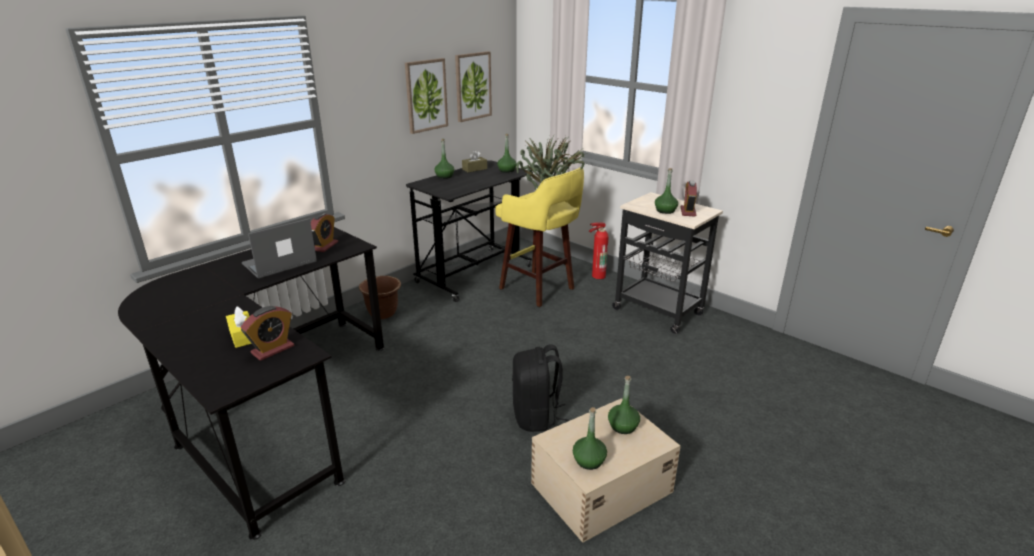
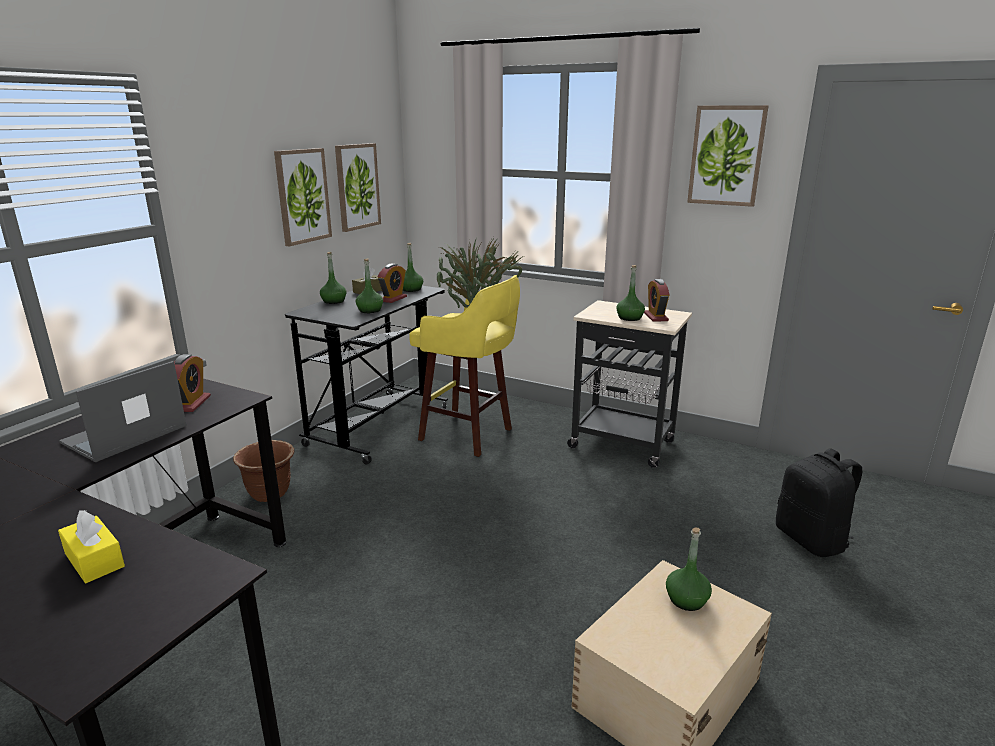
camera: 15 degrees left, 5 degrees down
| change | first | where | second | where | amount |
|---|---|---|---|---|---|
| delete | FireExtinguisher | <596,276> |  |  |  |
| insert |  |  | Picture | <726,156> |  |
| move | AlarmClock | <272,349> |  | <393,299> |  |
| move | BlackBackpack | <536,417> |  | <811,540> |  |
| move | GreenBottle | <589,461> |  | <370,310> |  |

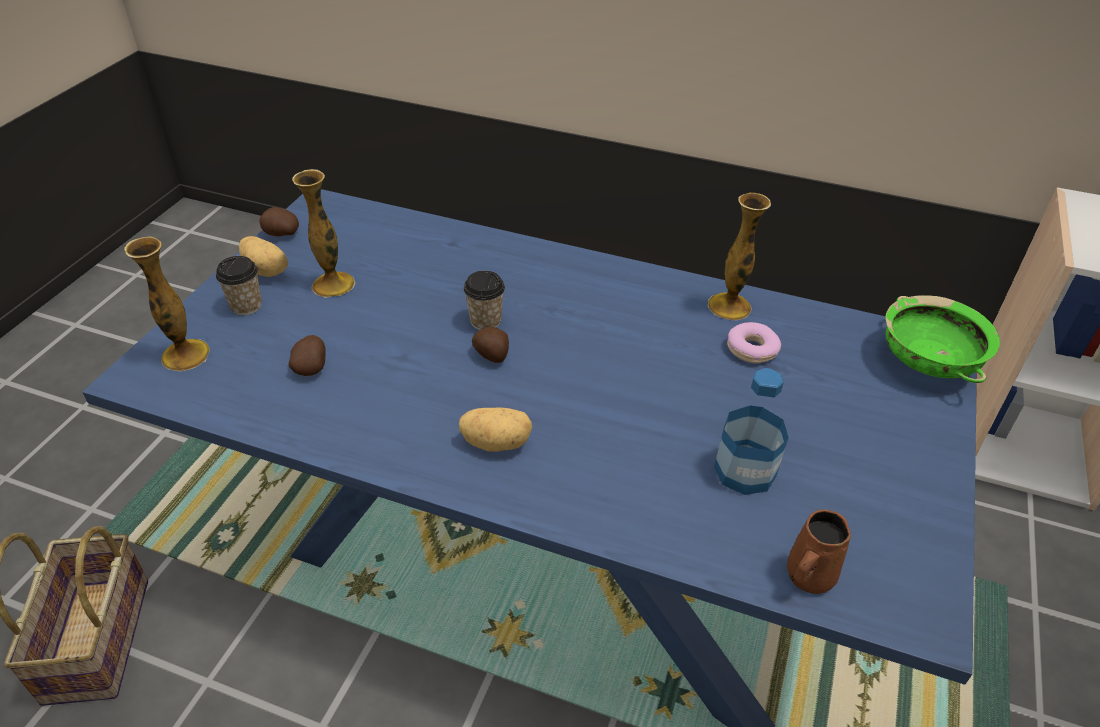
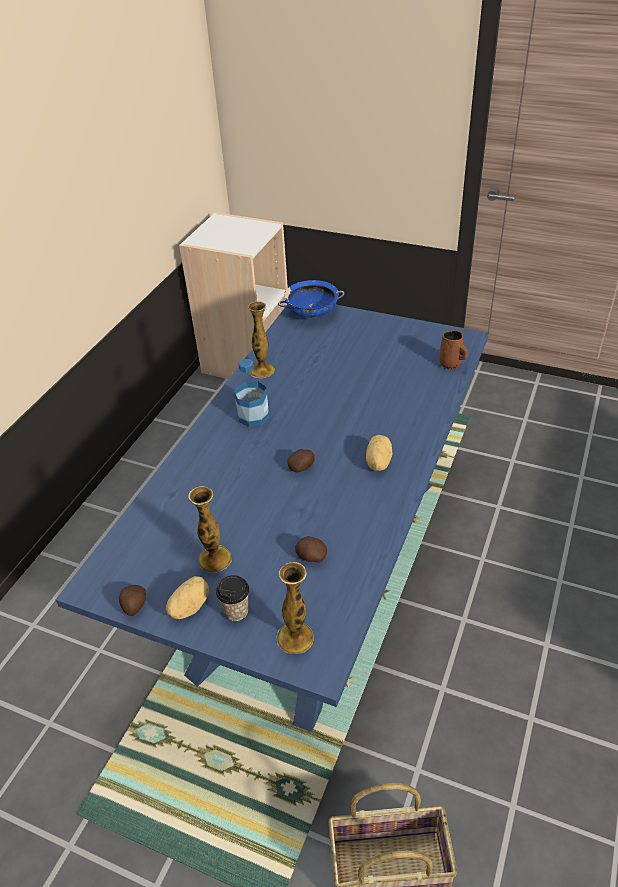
camera: 85 degrees left, 0 degrees up
| change | first | where | second | where | amount |
|---|---|---|---|---|---|
| delete | Cup | <485,321> |  |  |  |
| delete | Donut | <752,349> |  |  |  |
| move | Bottle | <745,471> |  | <253,416> |  |
| recolor | GreenBowl | <927,361> | BlueBowl | <311,313> |  |

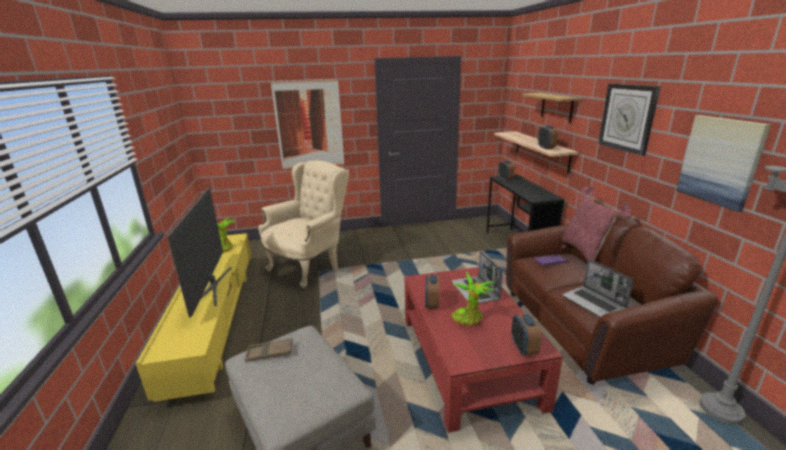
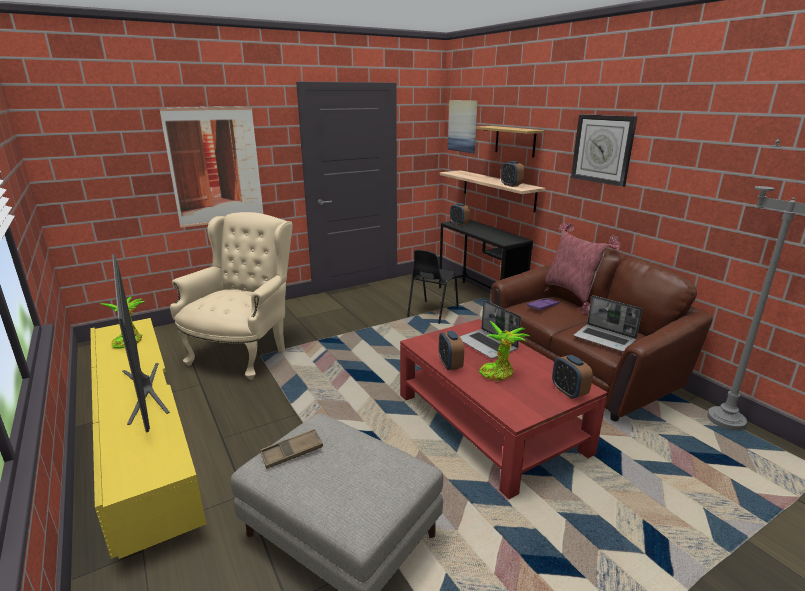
camera: 20 degrees left, 0 degrees up
| change | first | where | second | where | amount |
|---|---|---|---|---|---|
| insert |  |  | BlackChair | <432,312> |  |
| move | Picture | <720,161> |  | <463,126> |  |

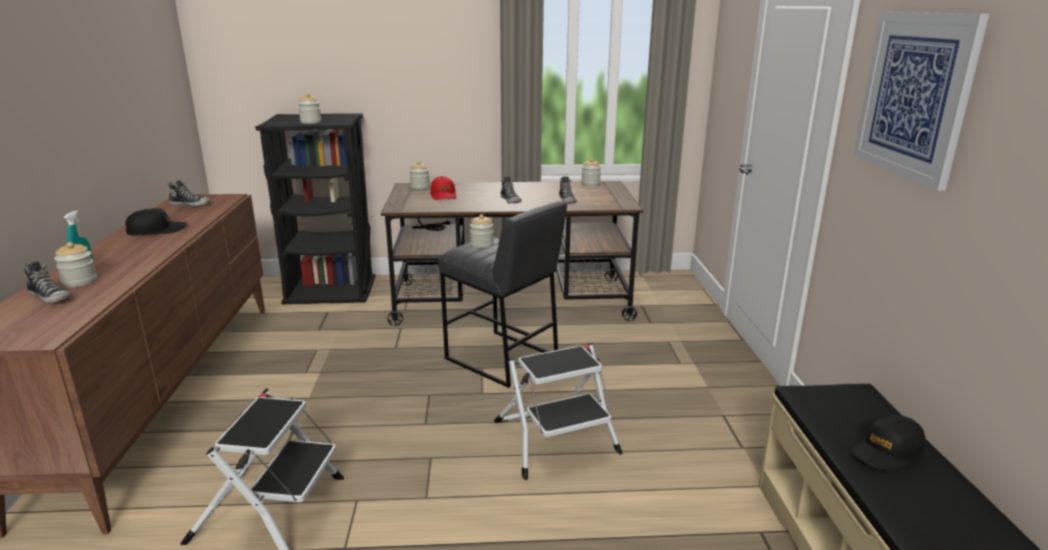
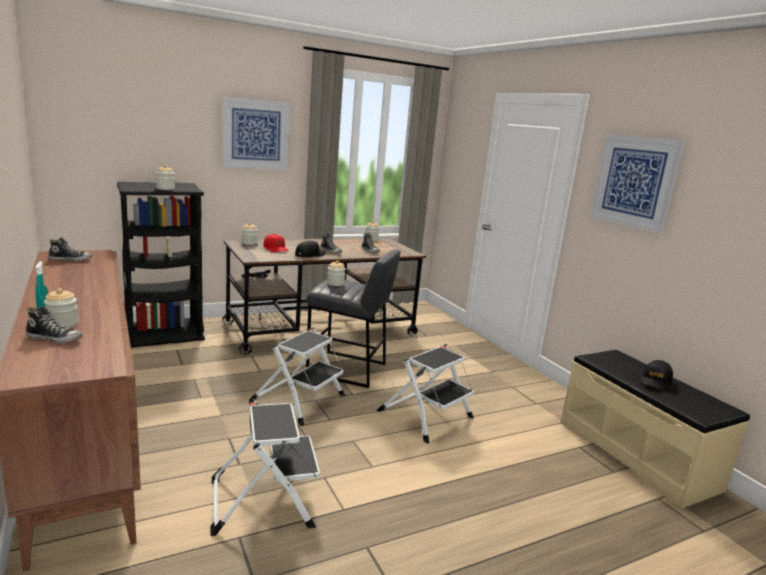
camera: 25 degrees left, 5 degrees down
| change | first | where | second | where | amount |
|---|---|---|---|---|---|
| insert |  |  | Picture | <255,134> |  |
| insert |  |  | StepLadder | <298,399> |  |
| move | BlackCap | <157,230> |  | <310,255> |  |

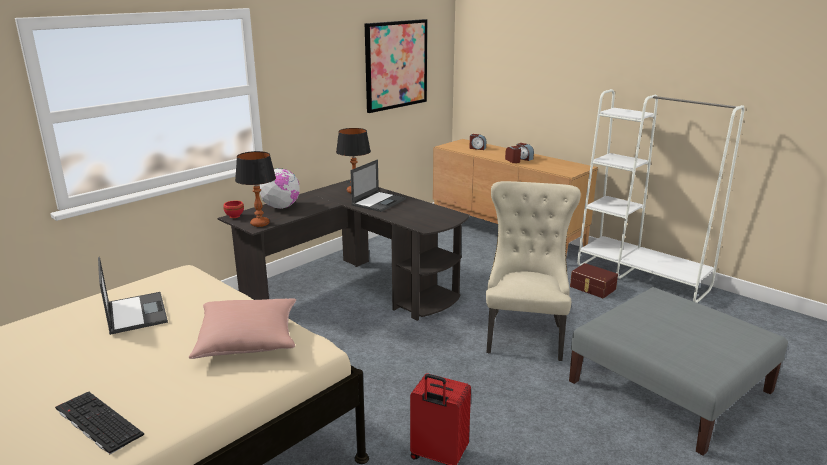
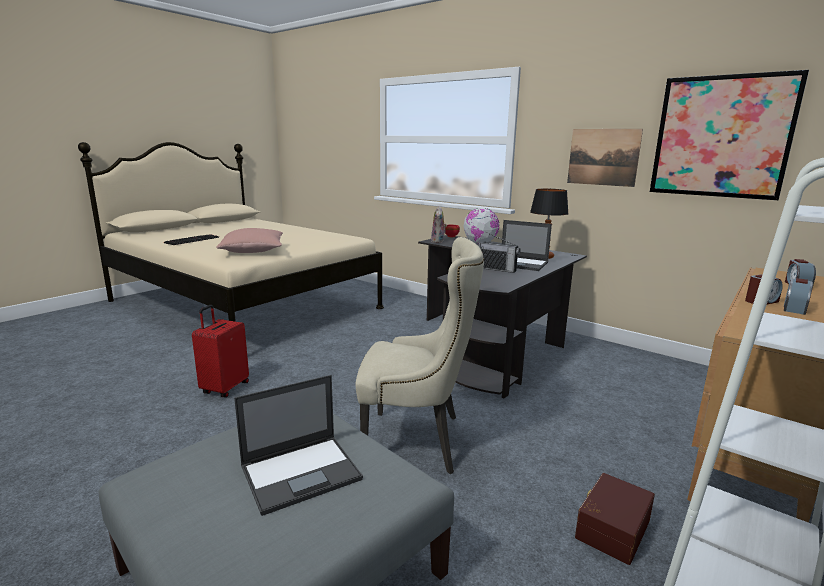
camera: 85 degrees right, 5 degrees down
| change | first | where | second | where | amount |
|---|---|---|---|---|---|
| insert |  |  | Radio | <497,269> |  |
| insert |  |  | Picture | <603,157> |  |
| move | Laptop | <136,313> |  | <302,472> |  |
| replace | TableLamp | <259,224> | PlushToy | <438,241> |  |

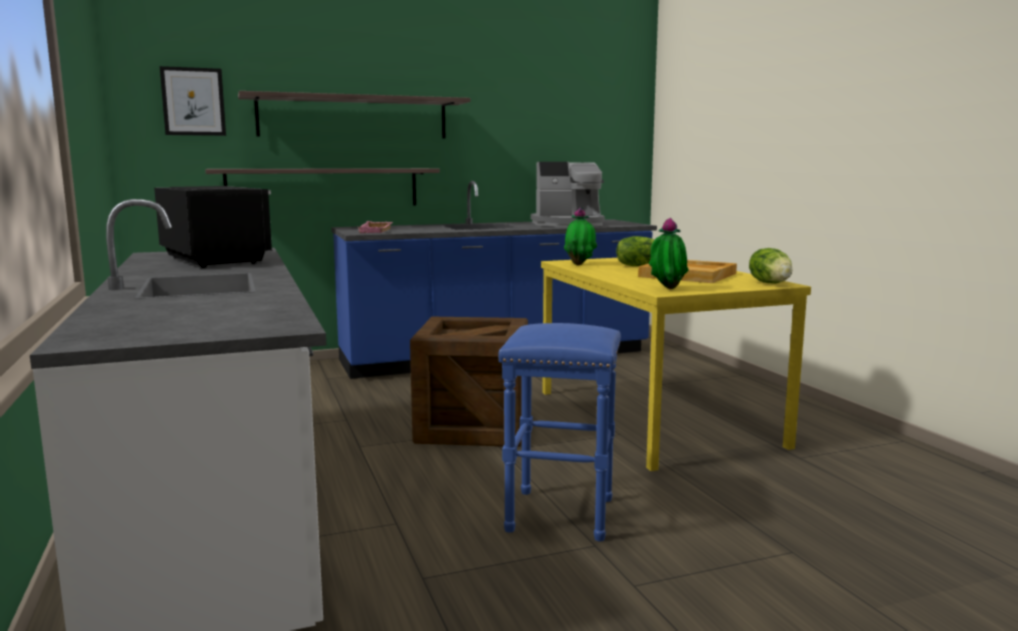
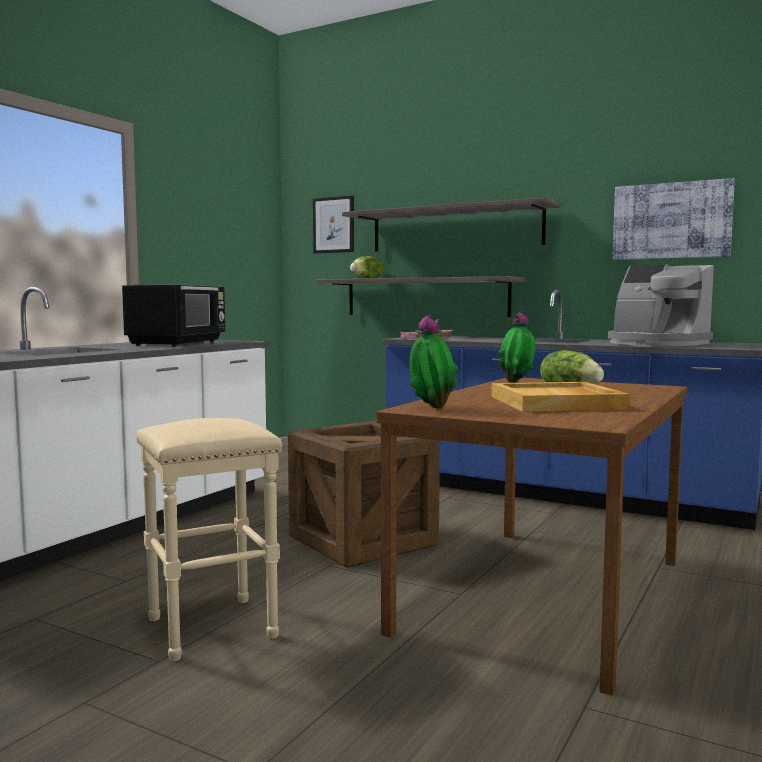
camera: 50 degrees right, 5 degrees down
| change | first | where | second | where | amount |
|---|---|---|---|---|---|
| insert |  |  | Picture | <671,221> |  |
| move | Lettuce | <771,283> |  | <367,279> |  |
| recolor | BlueStool | <557,515> | BeigeStool | <208,627> |  |
| recolor | YellowDiningTable | <657,418> | BrownDiningTable | <547,595> |  |

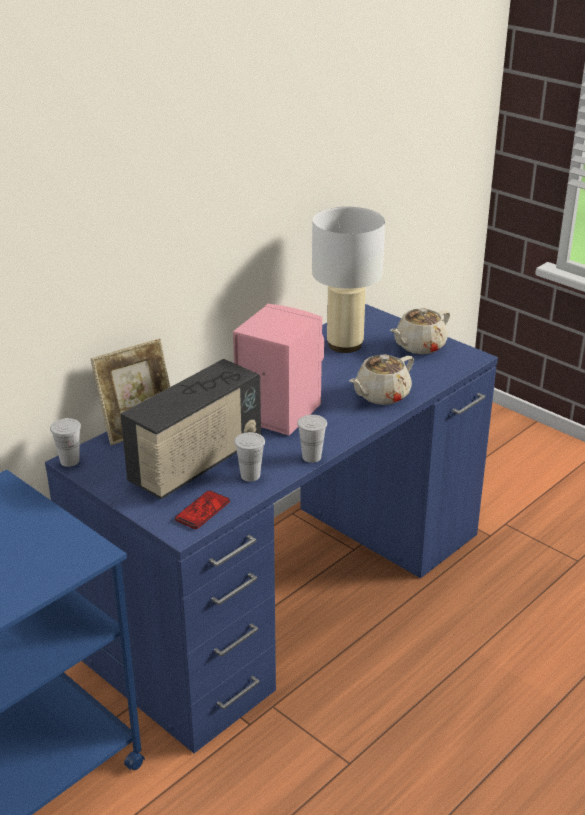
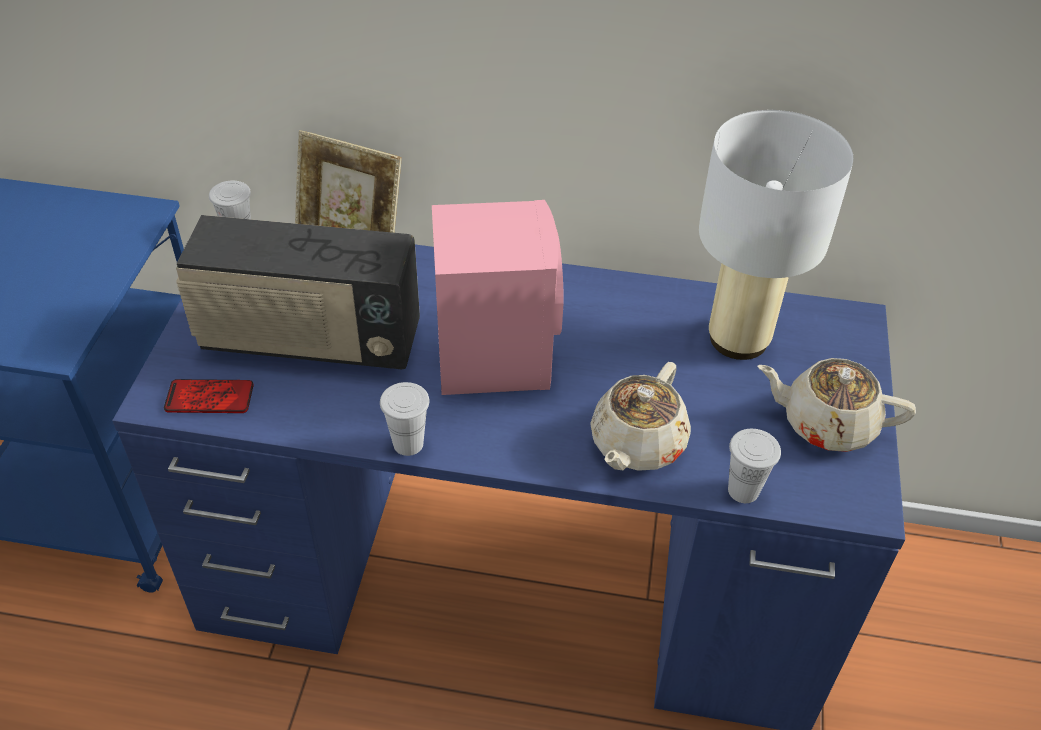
camera: 55 degrees right, 15 degrees up
| change | first | where | second | where | amount |
|---|---|---|---|---|---|
| move | WhiteCup | <250,476> |  | <743,490> |  |
| rotate | BeigeTeapot | <381,395> |  | <636,444> | 75 degrees counterclockwise |

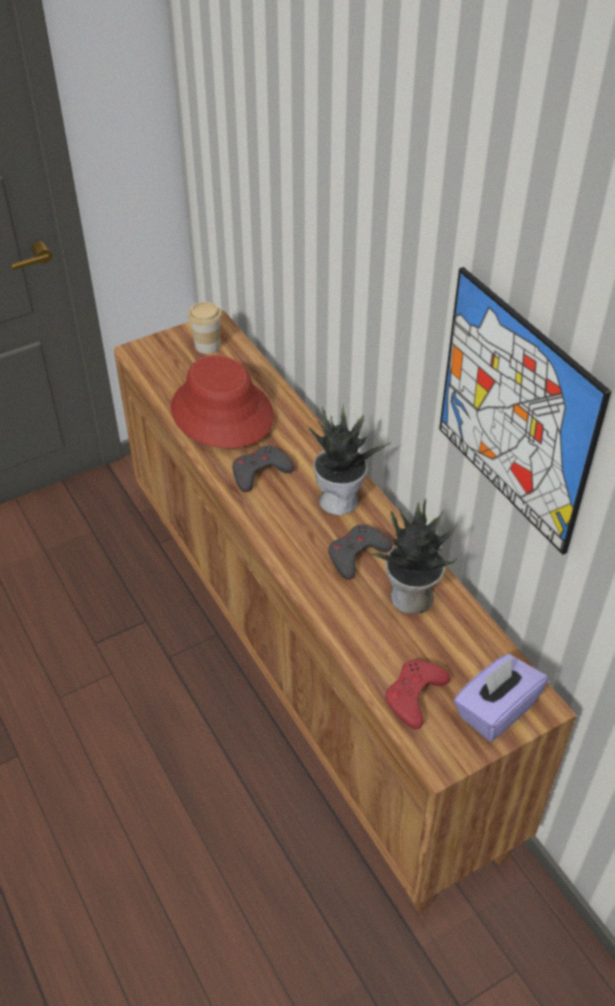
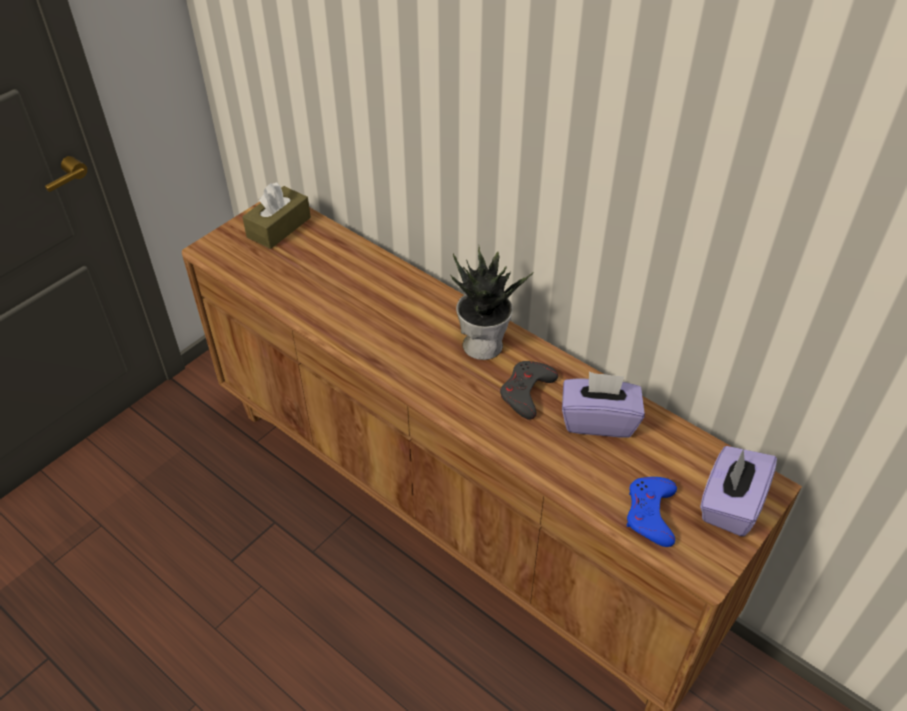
camera: 20 degrees left, 0 degrees up
| change | first | where | second | where | amount |
|---|---|---|---|---|---|
| delete | RedHat | <221,413> |  |  |  |
| delete | GreyGameController | <260,472> |  |  |  |
| delete | Picture | <516,411> |  |  |  |
| replace | Cup | <207,346> | BrownTissueBox | <279,227> |  |
| replace | PottedPlant | <411,598> | PurpleTissueBox | <598,420> |  |
| recolor | RedGameController | <414,695> | BlueGameController | <650,514> |  |

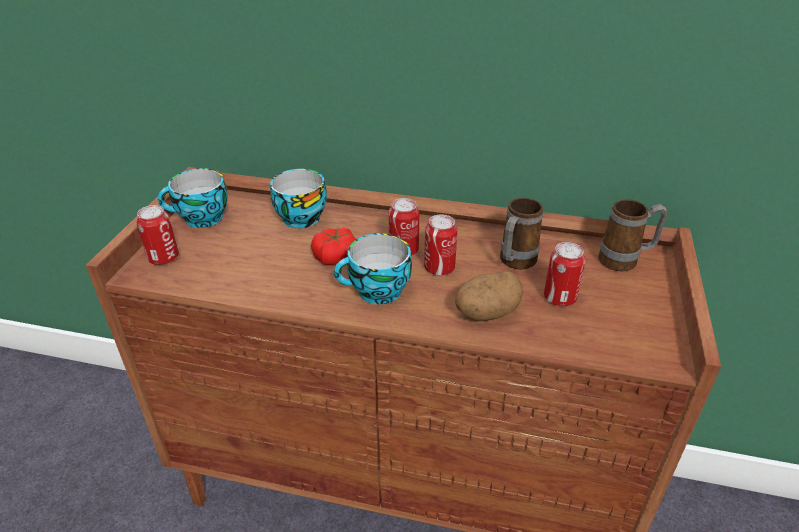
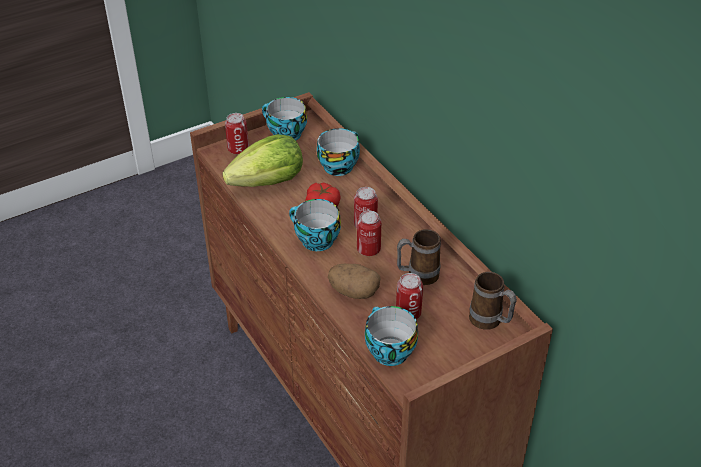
camera: 45 degrees right, 5 degrees up
| change | first | where | second | where | amount |
|---|---|---|---|---|---|
| insert |  |  | Lettuce | <268,182> |  |
| insert |  |  | Cup | <387,350> |  |

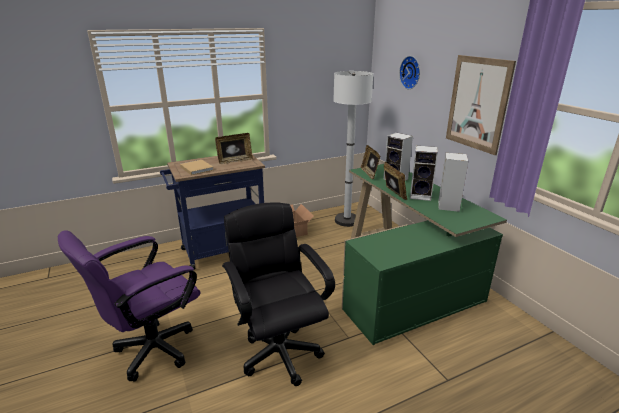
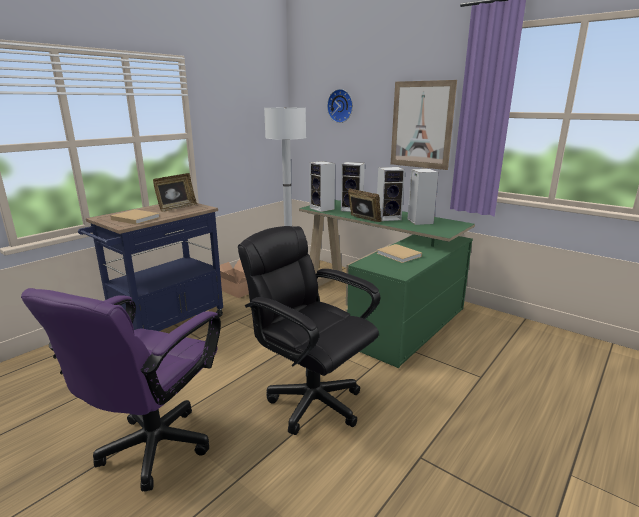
camera: 25 degrees left, 5 degrees down
| change | first | where | second | where | amount |
|---|---|---|---|---|---|
| insert |  |  | BeigeBook | <399,255> |  |
| replace | PictureFrame | <369,174> | Speaker | <323,209> |  |

